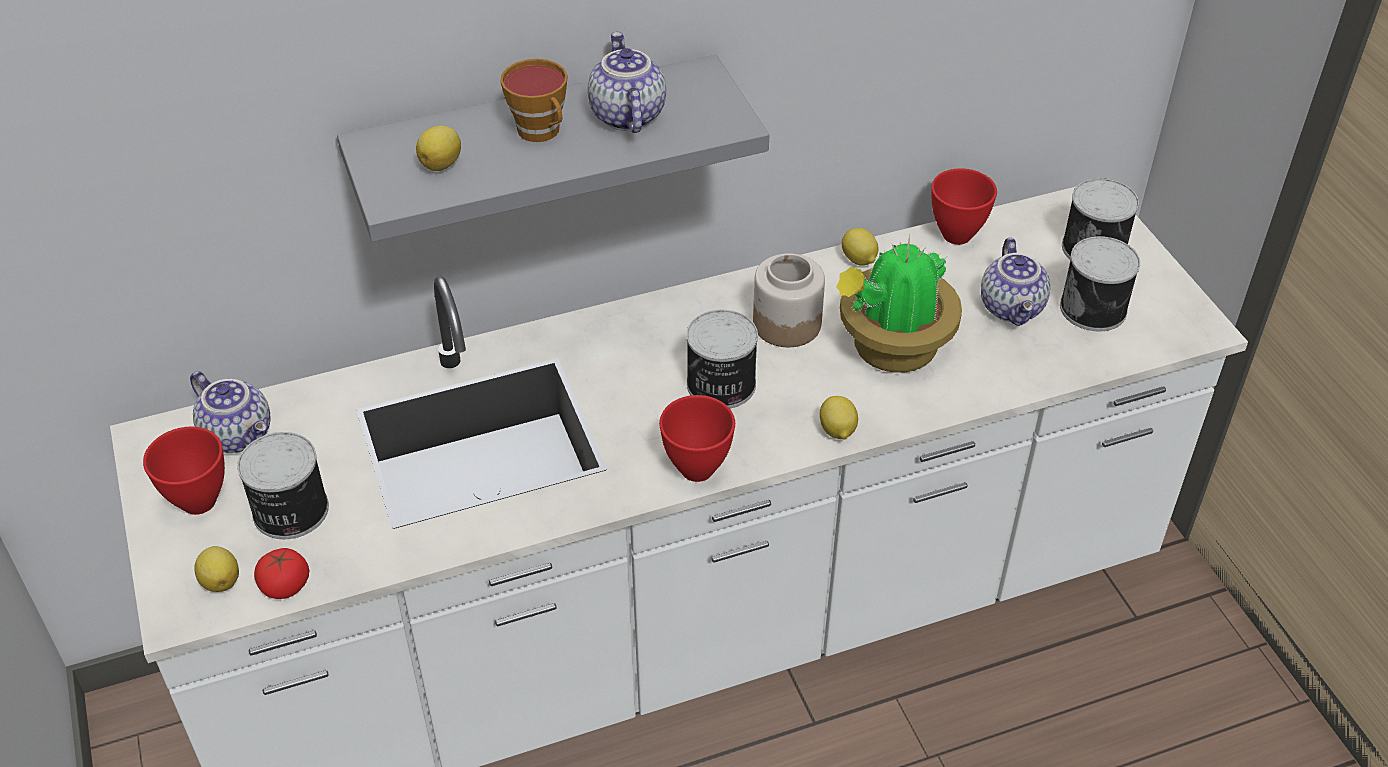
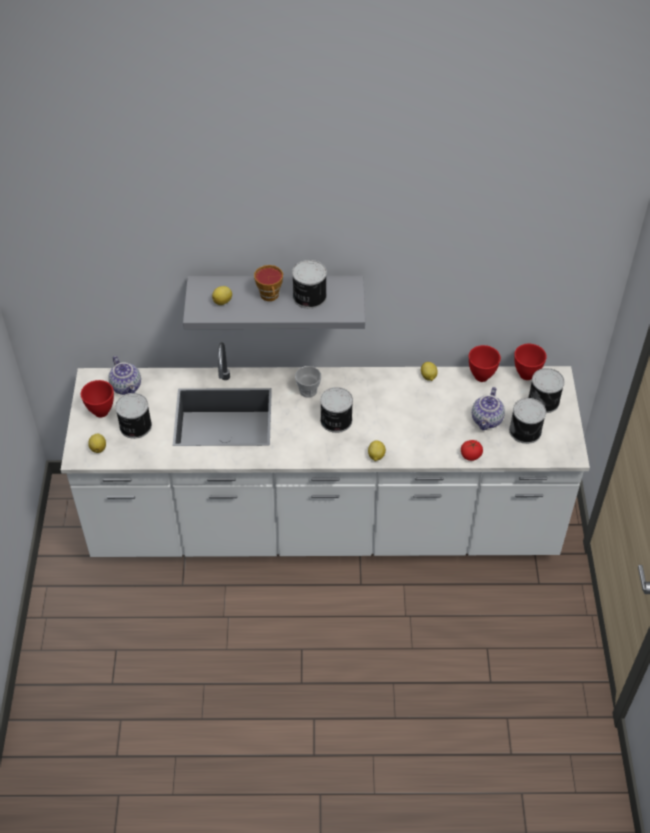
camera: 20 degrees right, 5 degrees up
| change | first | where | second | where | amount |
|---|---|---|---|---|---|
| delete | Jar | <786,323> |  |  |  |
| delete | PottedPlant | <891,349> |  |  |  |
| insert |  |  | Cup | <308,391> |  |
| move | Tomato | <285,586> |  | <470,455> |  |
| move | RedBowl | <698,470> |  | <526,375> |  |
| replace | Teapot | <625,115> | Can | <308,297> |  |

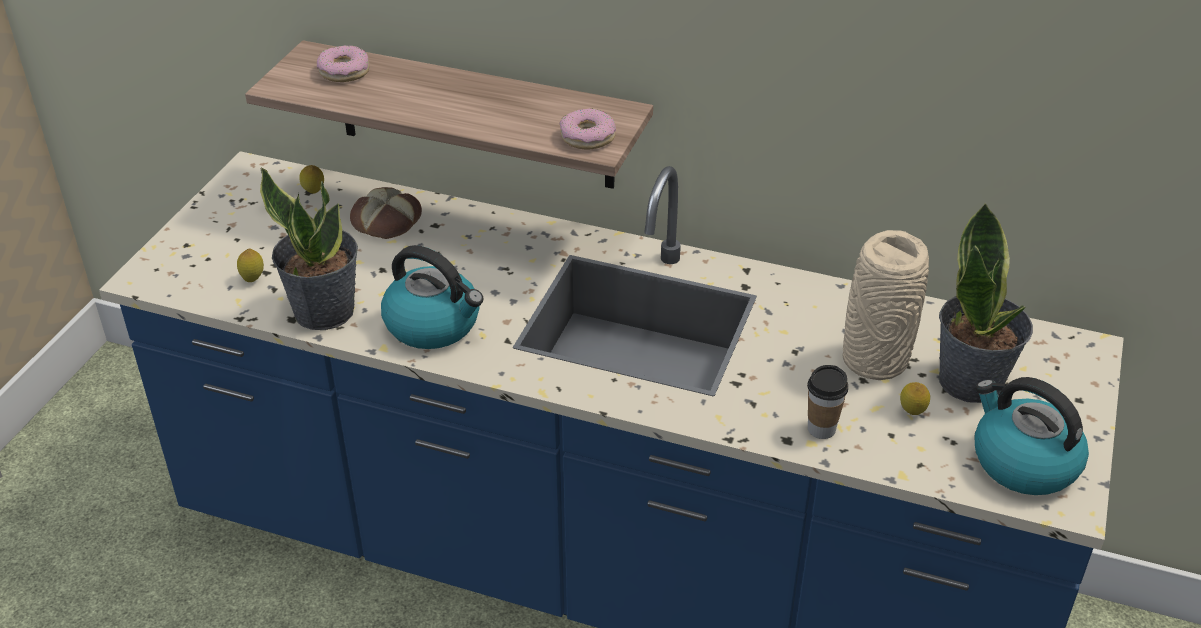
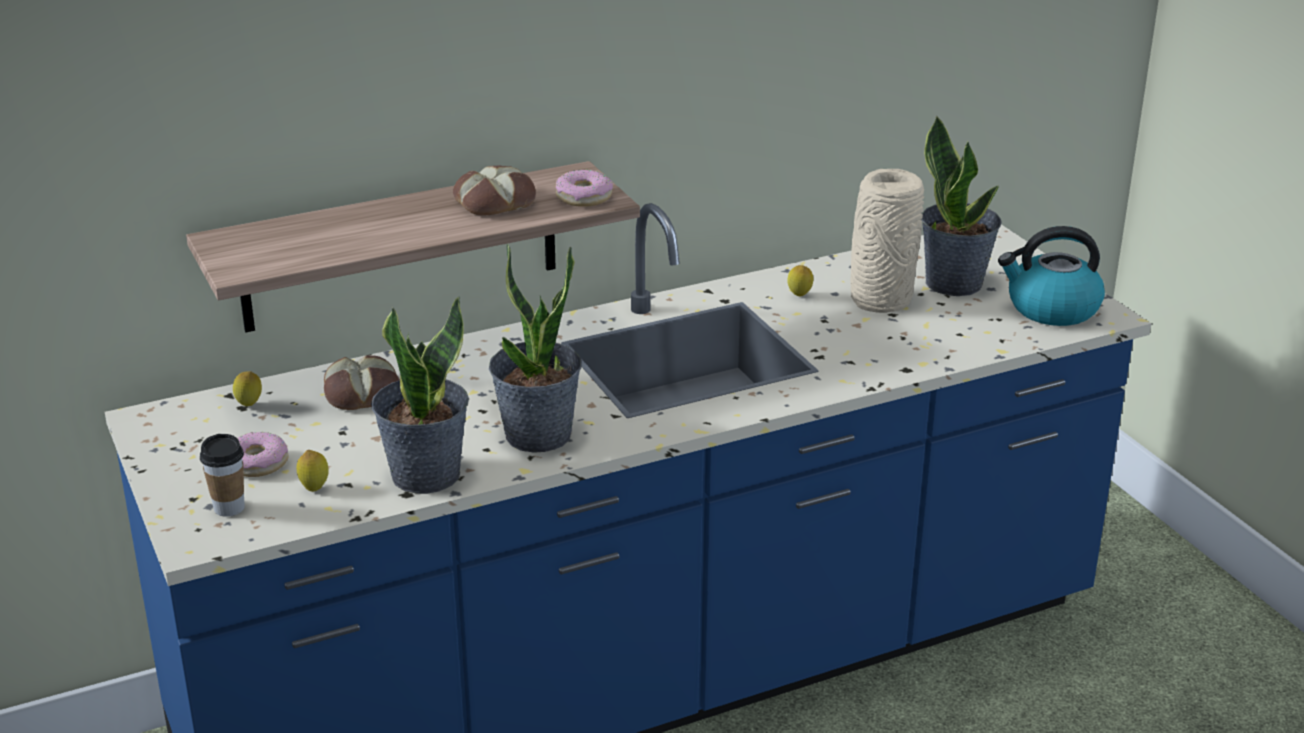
camera: 45 degrees left, 10 degrees down
| change | first | where | second | where | amount |
|---|---|---|---|---|---|
| insert |  |  | Bread | <494,201> |  |
| move | Donut | <344,71> |  | <257,463> |  |
| move | Cup | <821,429> |  | <229,508> |  |
| move | Lemon | <912,413> |  | <799,296> |  |
| replace | Kettle | <434,325> | PottedPlant | <538,435> |  |

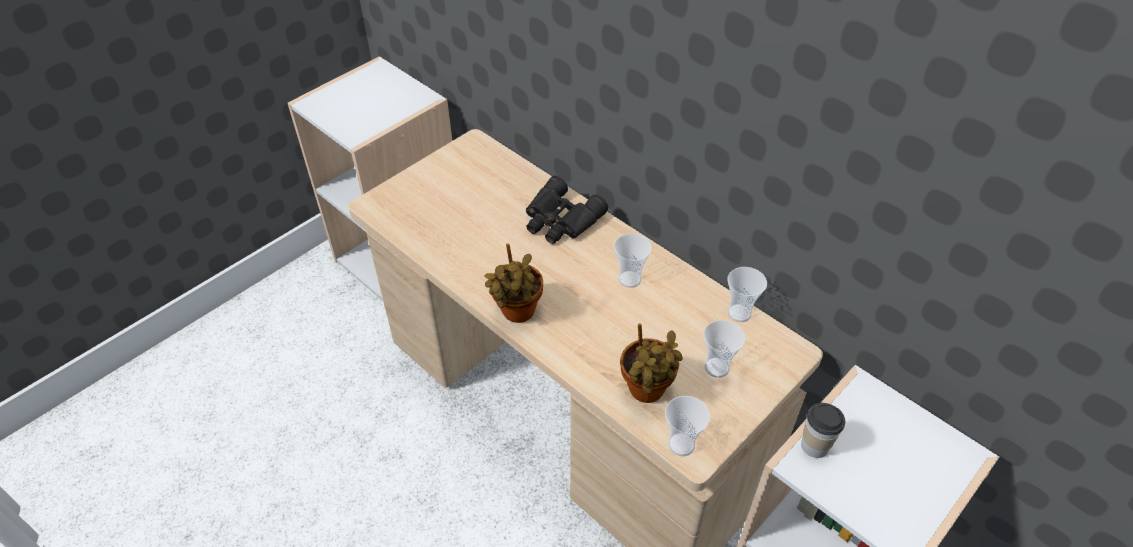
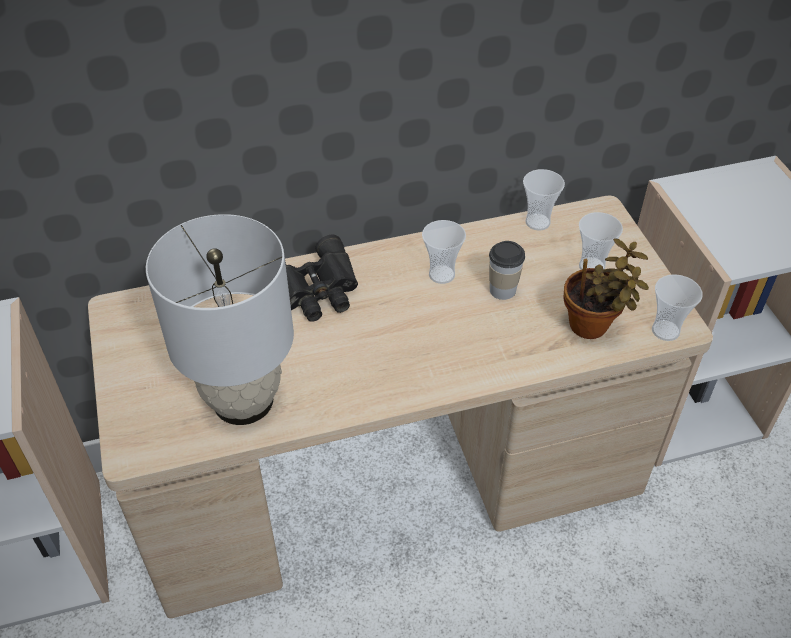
camera: 60 degrees left, 0 degrees up
| change | first | where | second | where | amount |
|---|---|---|---|---|---|
| delete | PottedPlant | <517,314> |  |  |  |
| insert |  |  | WhiteTableLamp | <242,401> |  |
| move | Cup | <814,446> |  | <502,290> |  |

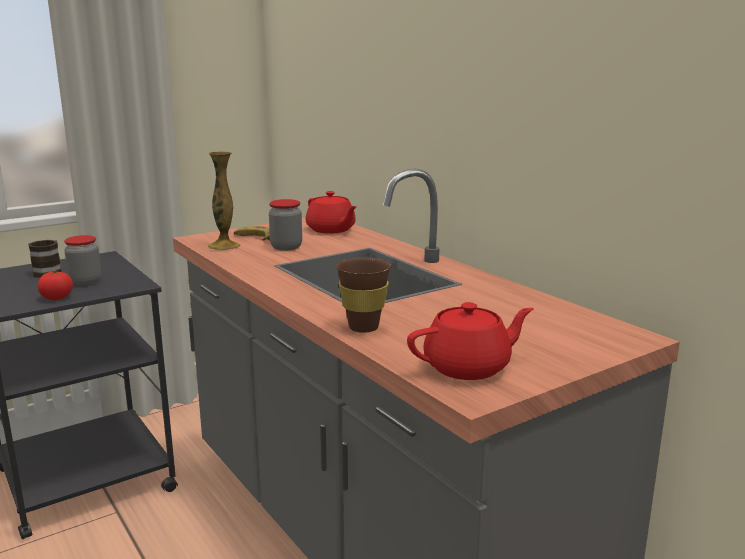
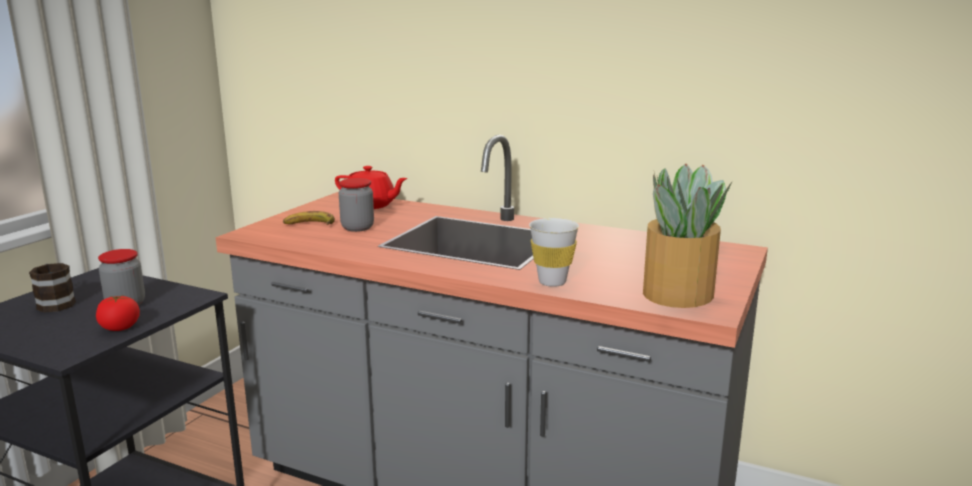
camera: 30 degrees left, 0 degrees up
| change | first | where | second | where | amount |
|---|---|---|---|---|---|
| delete | Vase | <224,246> |  |  |  |
| replace | RedTeapot | <468,367> | PottedPlant | <676,294> |  |
| recolor | BrownCup | <363,327> | WhiteCup | <552,282> |  |

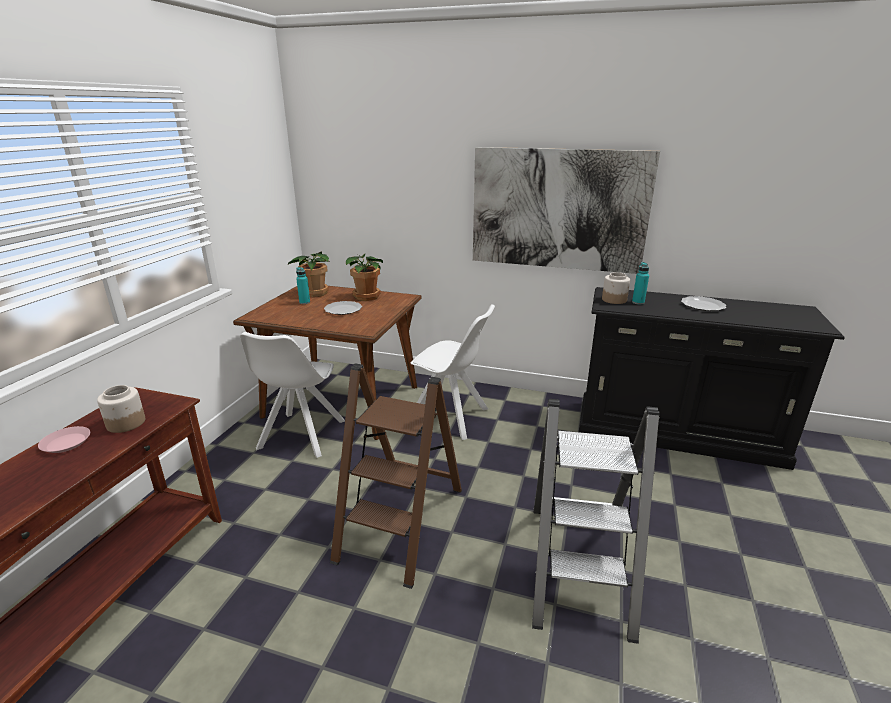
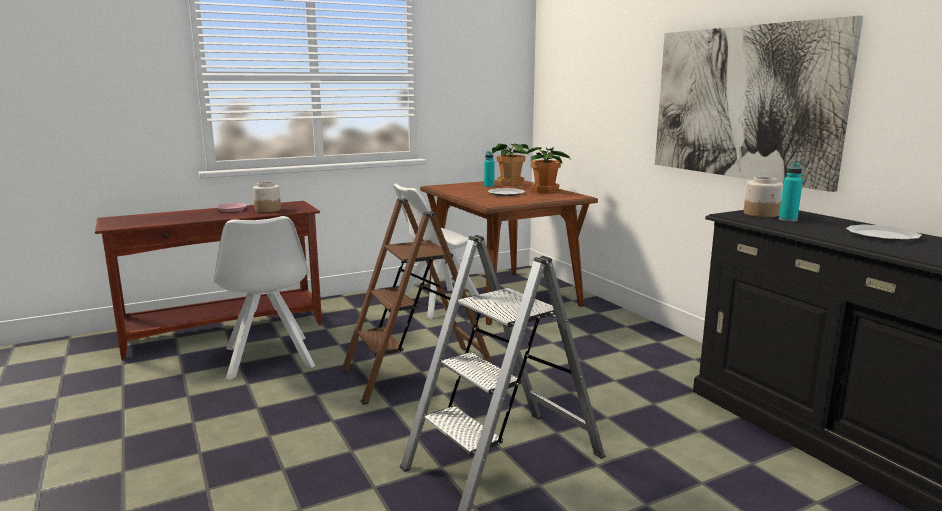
camera: 45 degrees right, 10 degrees down
| change | first | where | second | where | amount |
|---|---|---|---|---|---|
| move | WhiteChair | <450,417> |  | <268,359> |  |

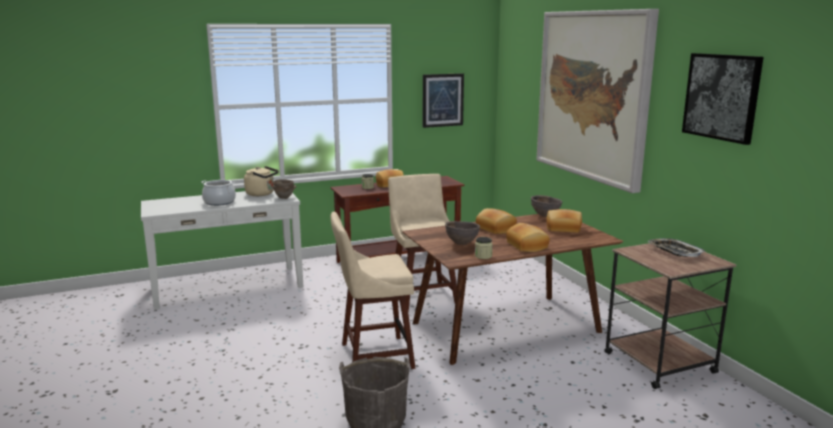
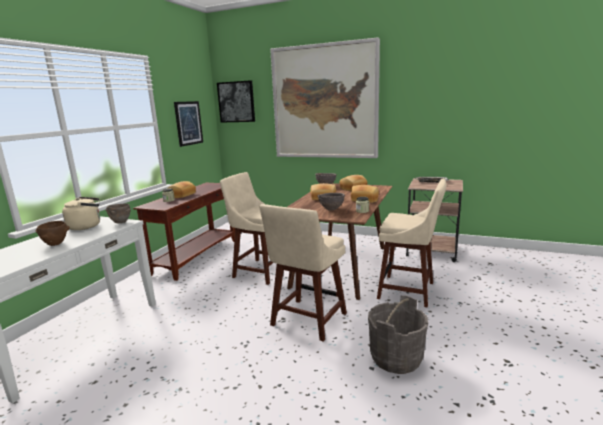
camera: 45 degrees left, 0 degrees up
| change | first | where | second | where | amount |
|---|---|---|---|---|---|
| insert |  |  | BeigeChair | <409,291> |  |
| move | Picture | <722,97> |  | <236,102> |  |
| replace | CookingPot | <219,202> | BrownBowl | <55,244> |  |

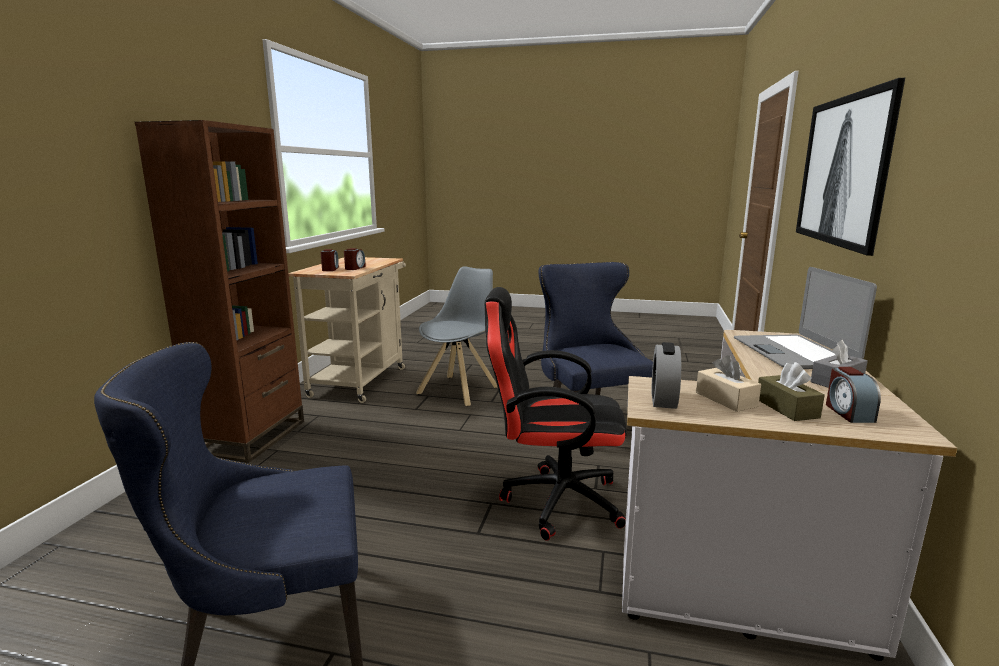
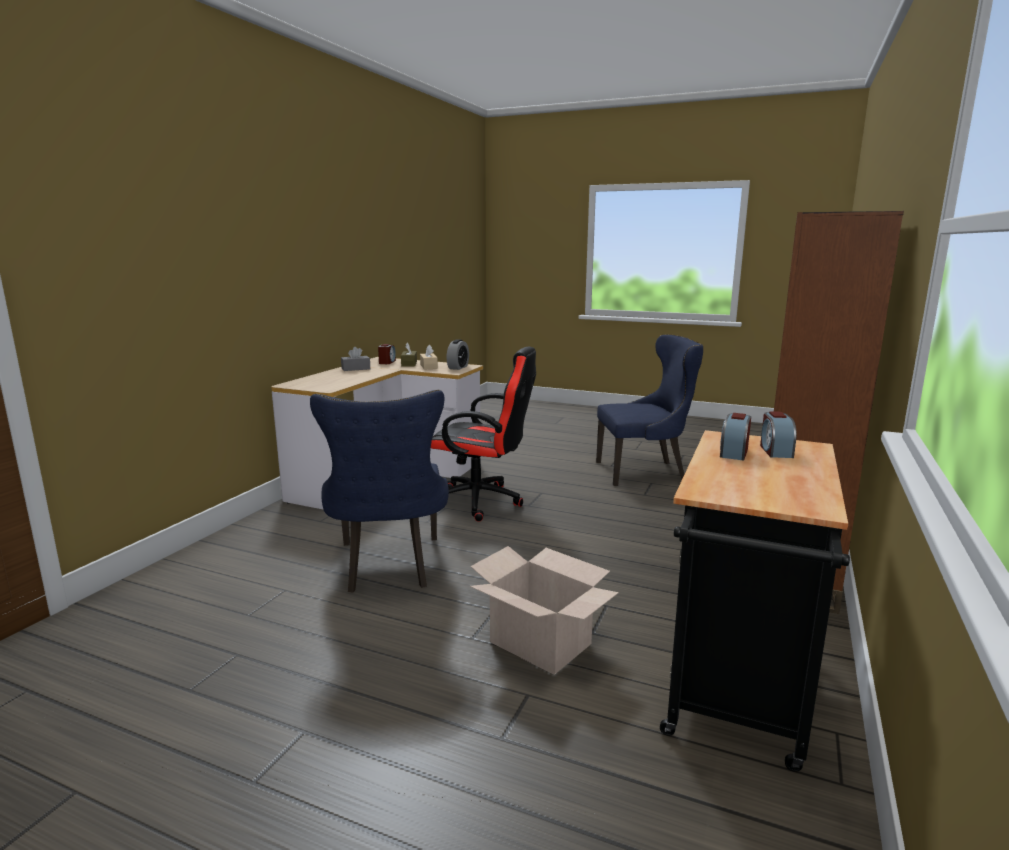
camera: 170 degrees left, 0 degrees up
| change | first | where | second | where | amount |
|---|---|---|---|---|---|
| delete | Laptop | <793,353> |  |  |  |
| delete | Picture | <844,171> |  |  |  |
| replace | GreyChair | <459,389> | CardboardBox | <539,643> |  |
| recolor | BeigeCart | <361,379> | BlackCart | <737,697> |  |

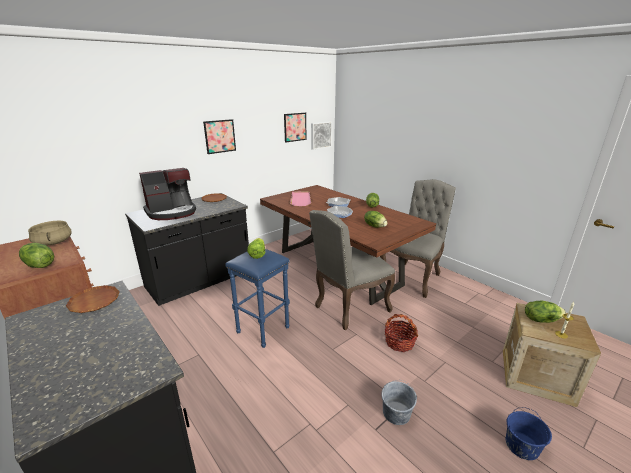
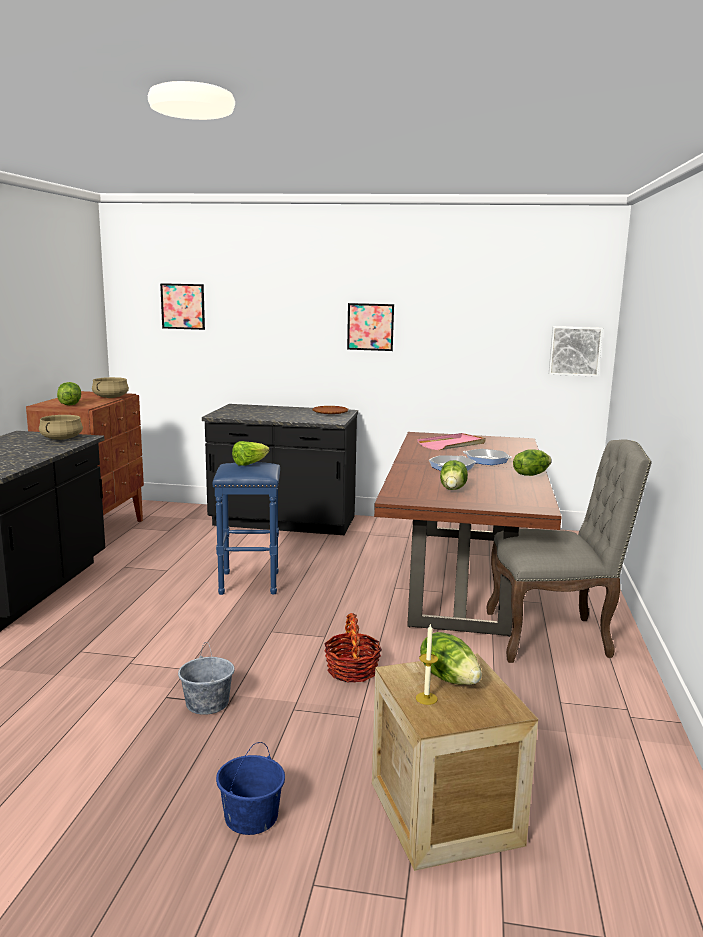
camera: 50 degrees right, 10 degrees down
| change | first | where | second | where | amount |
|---|---|---|---|---|---|
| delete | CoffeeMachine | <172,212> |  |  |  |
| delete | GreyChair | <349,308> |  |  |  |
| move | Picture | <295,127> |  | <183,306> |  |
| replace | BrownPlate | <94,302> | BeigeCookingPot | <62,438> |  |

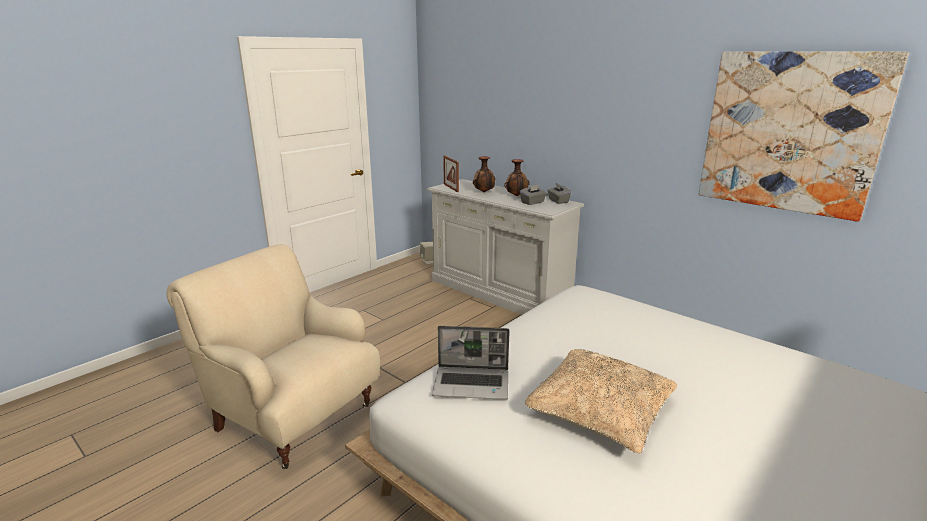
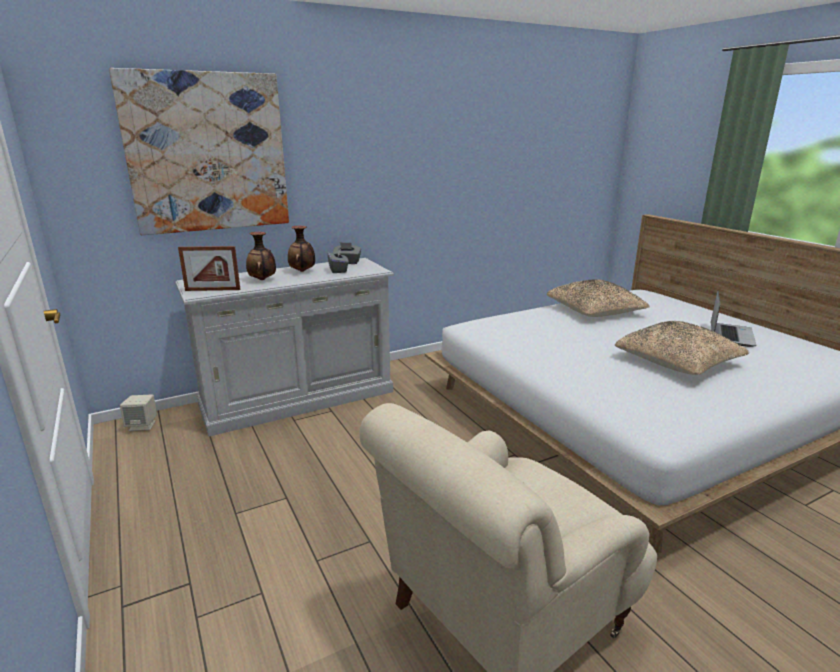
camera: 70 degrees left, 0 degrees up
| change | first | where | second | where | amount |
|---|---|---|---|---|---|
| insert |  |  | BeigePillow | <594,310> |  |
| move | Laptop | <472,384> |  | <730,335> |  |
| move | Picture | <790,133> |  | <207,153> |  |

